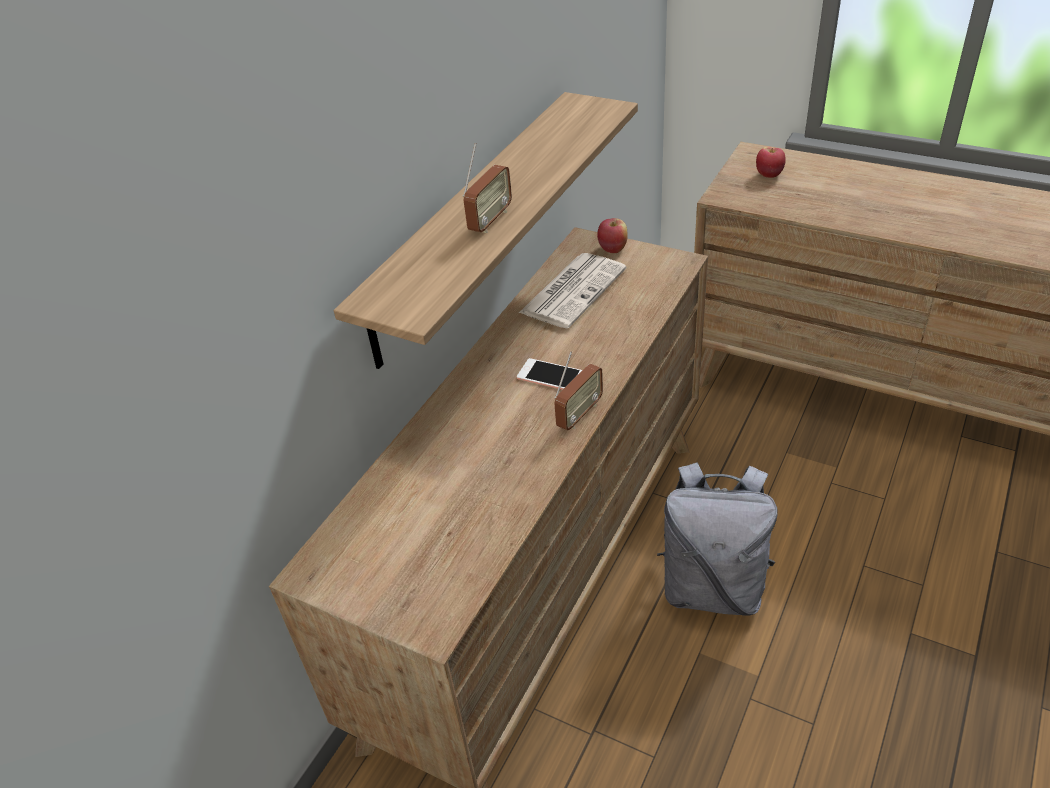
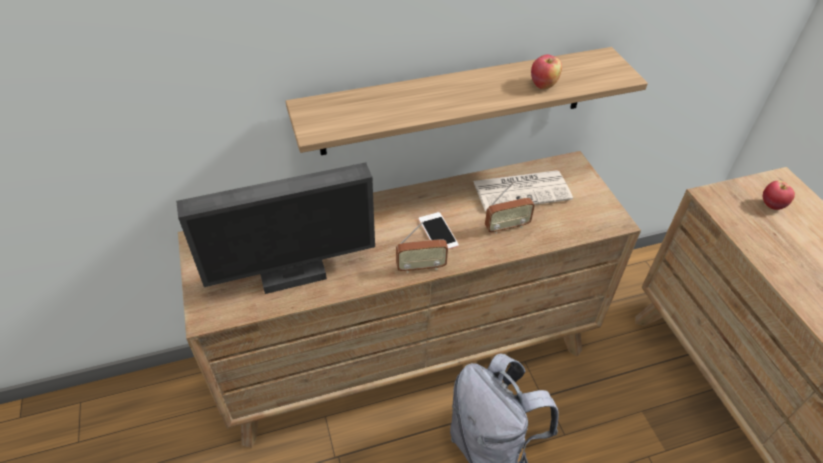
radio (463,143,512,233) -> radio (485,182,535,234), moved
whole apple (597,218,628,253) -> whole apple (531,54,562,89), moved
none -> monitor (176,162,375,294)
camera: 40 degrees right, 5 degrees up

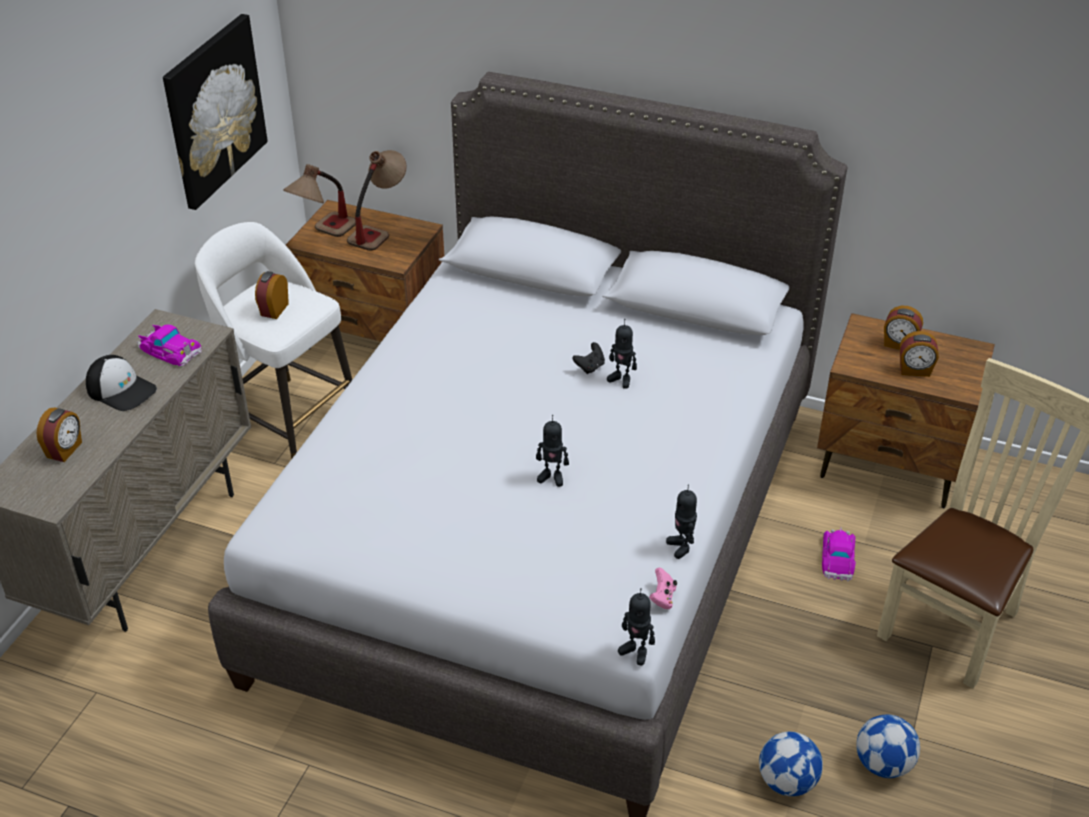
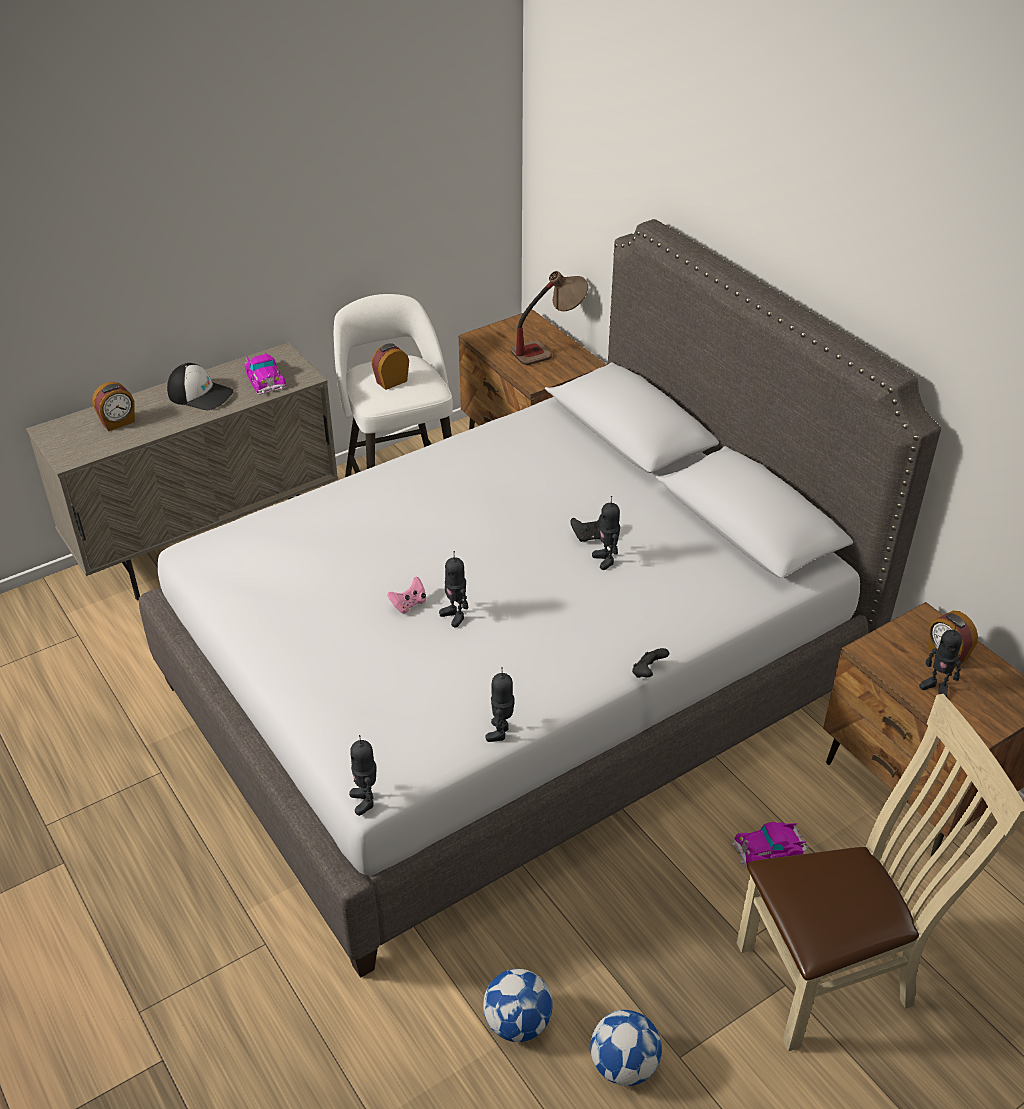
baseball cap (86,355,157,411) -> baseball cap (167,363,234,410), 45 degrees counterclockwise
wall picture (163,14,268,210) -> none
table lamp (283,164,356,237) -> none
pinkish game controller (649,568,677,609) -> pinkish game controller (387,576,426,613), moved
miniature car (822,527,856,582) -> miniature car (731,822,809,868), 150 degrees counterclockwise
table clock (900,331,939,377) -> toy robot (919,624,962,697)
none -> black-coloured game controller (632,648,669,678)
camera: 35 degrees right, 0 degrees up

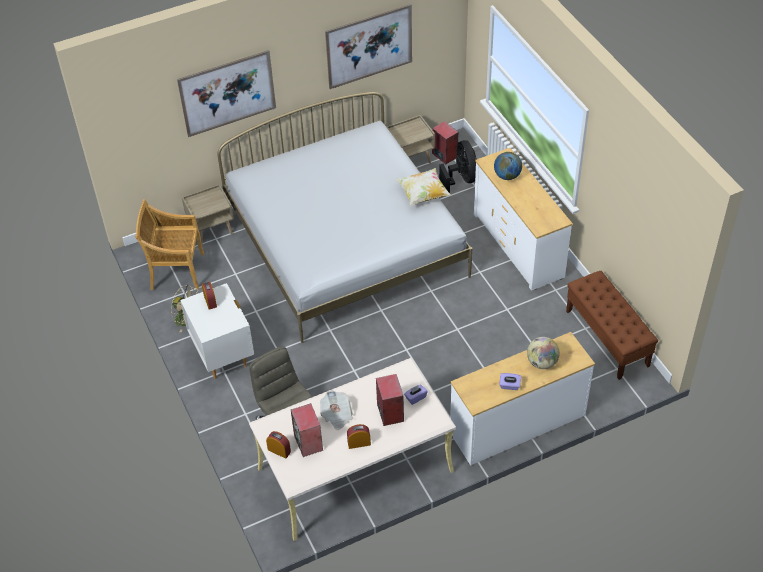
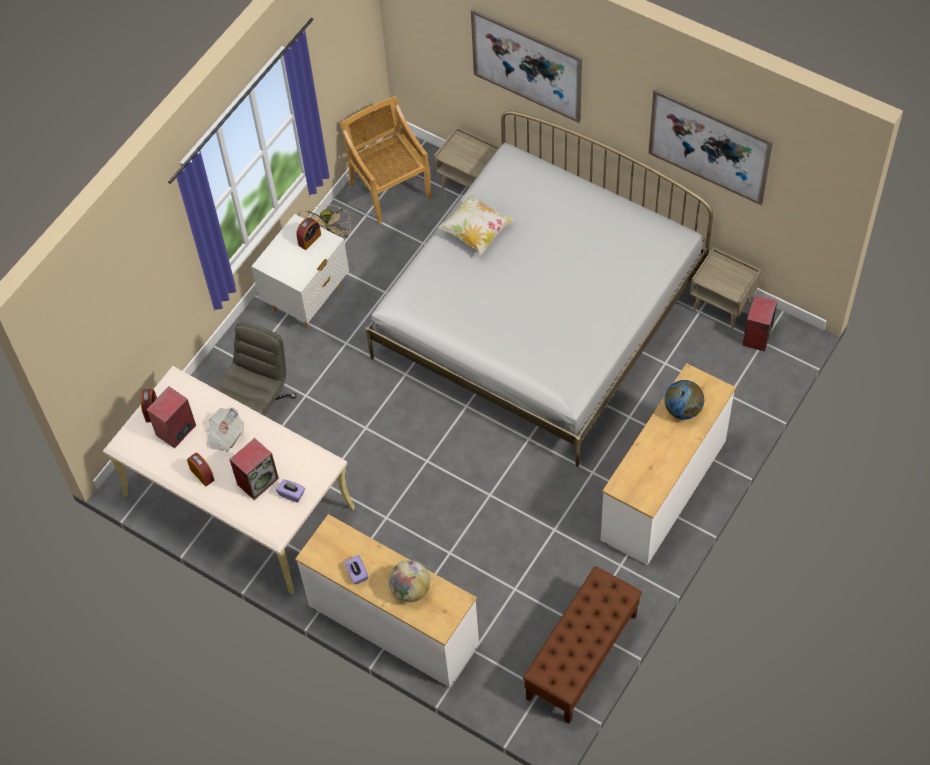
throw pillow (396,168,451,206) -> throw pillow (437,193,515,255), moved
black-coloured fan (439,140,477,193) -> none
camera: 60 degrees right, 10 degrees up

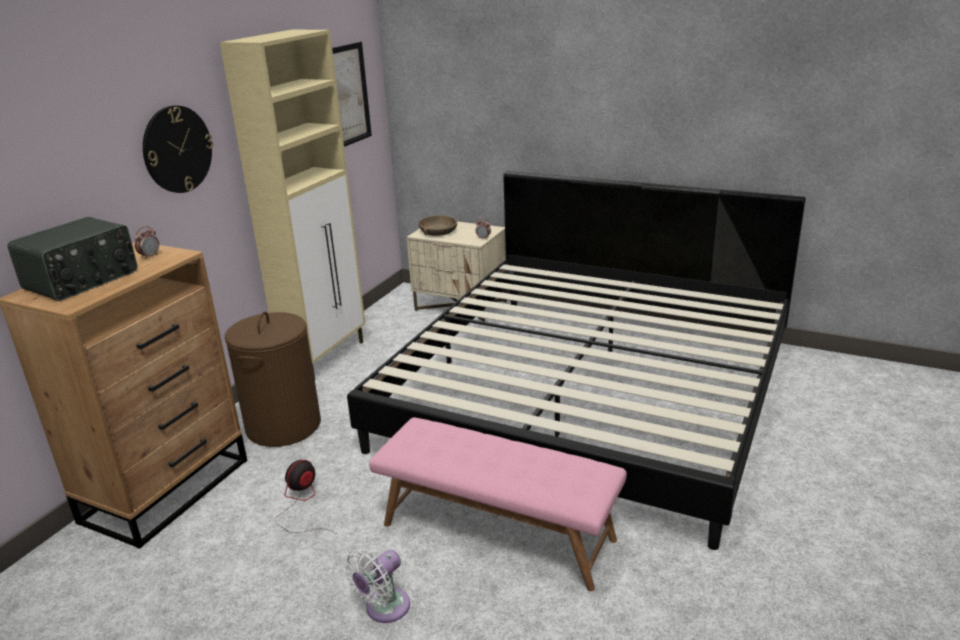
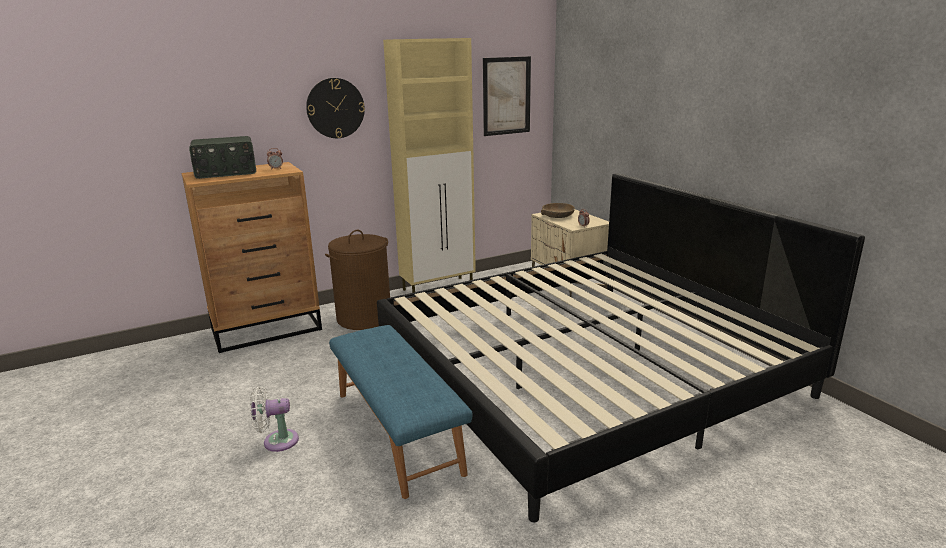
fan (275,460,338,535) -> none
pinkish indoor bench (369,417,627,591) -> blue-coloured indoor bench (329,325,472,499)
camera: 35 degrees right, 5 degrees down

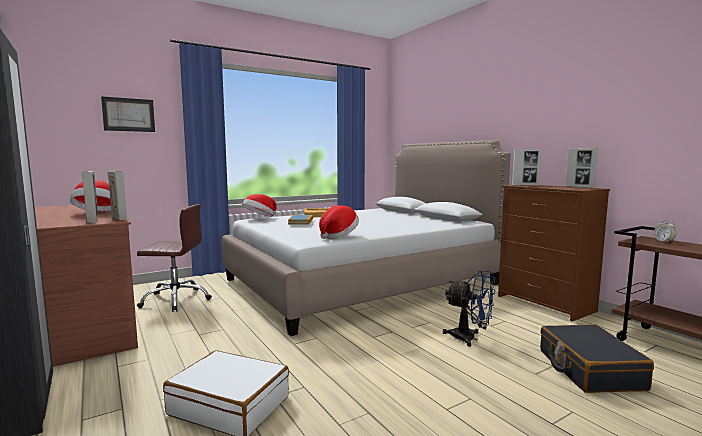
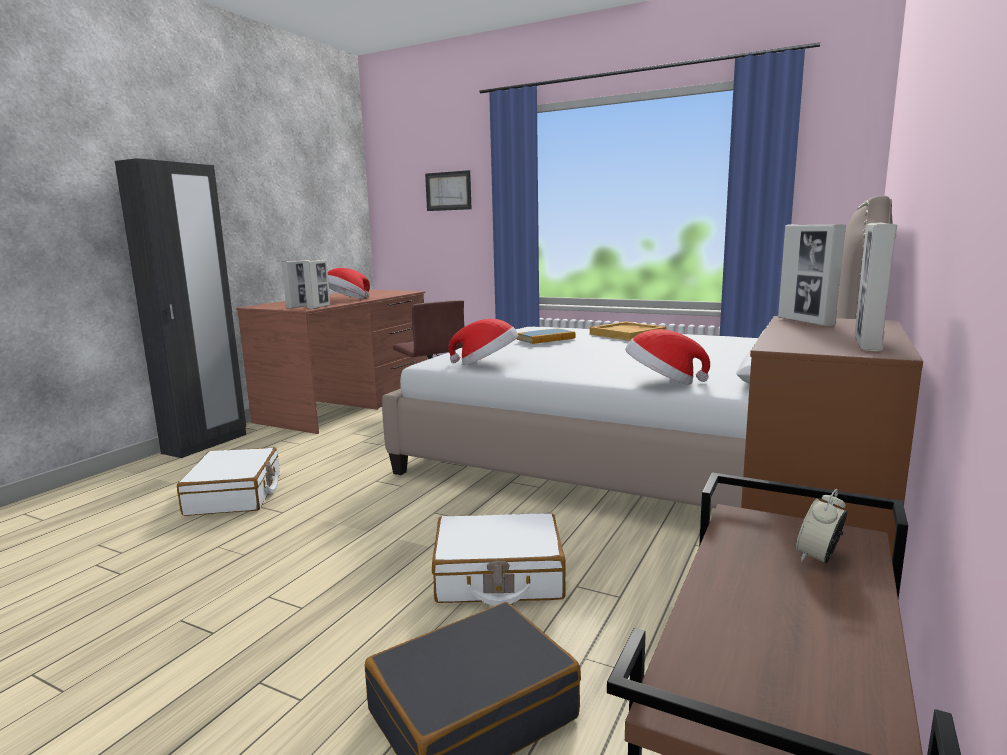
wearable hat (242,194,277,217) -> wearable hat (625,329,710,385), moved
blue-coloured fan (443,270,495,347) -> whitish suitcase (432,513,566,606)
camera: 60 degrees right, 5 degrees up

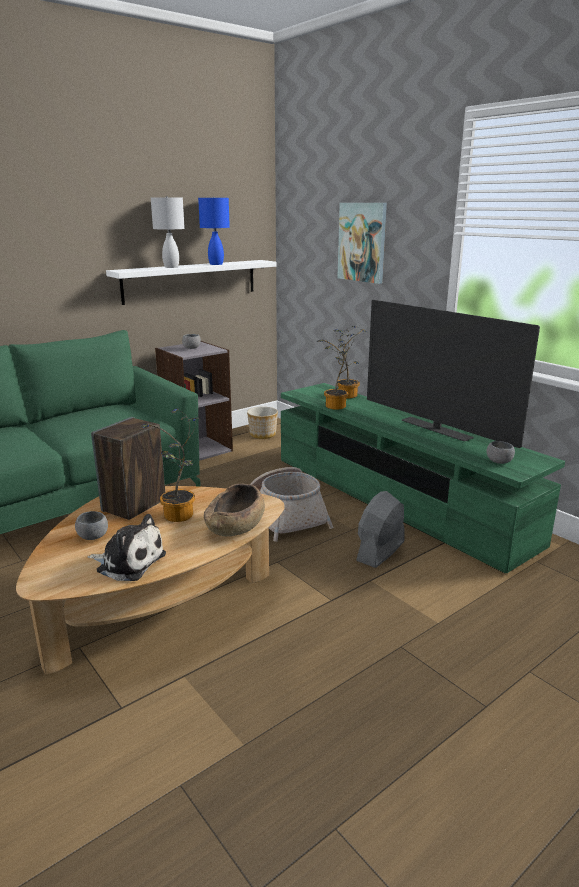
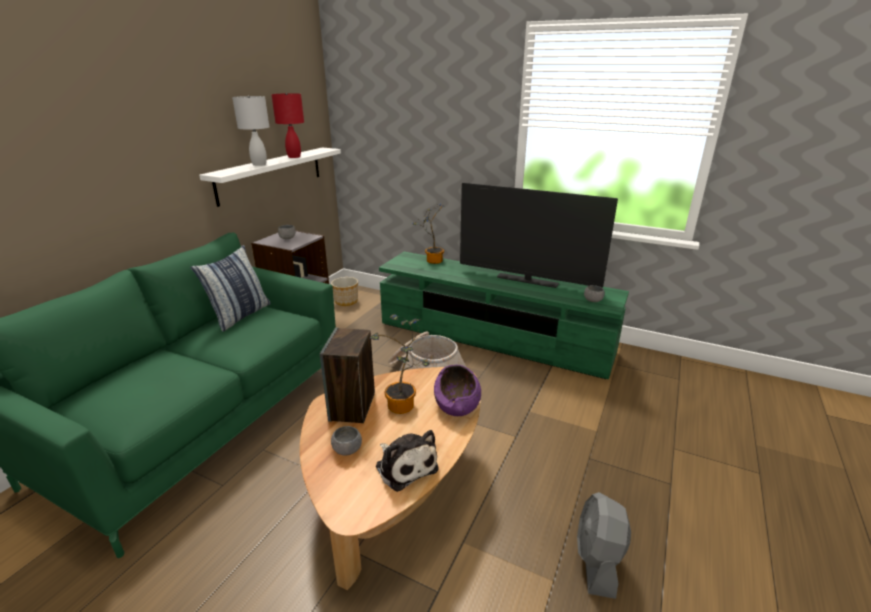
soft toy (87,514,166,581) -> soft toy (376,430,439,492), 60 degrees clockwise
blue-coloured table lamp (198,197,230,265) -> red table lamp (271,93,304,158)
brown-coloured serving bowl (204,484,265,536) -> purple-coloured serving bowl (434,365,481,416)
plant in a pot (317,329,360,410) -> none
wall picture (337,203,387,284) -> none
gray fan (356,491,405,568) -> gray fan (577,492,631,599), moved
none -> throw pillow (190,245,271,332)
camera: 25 degrees left, 5 degrees up

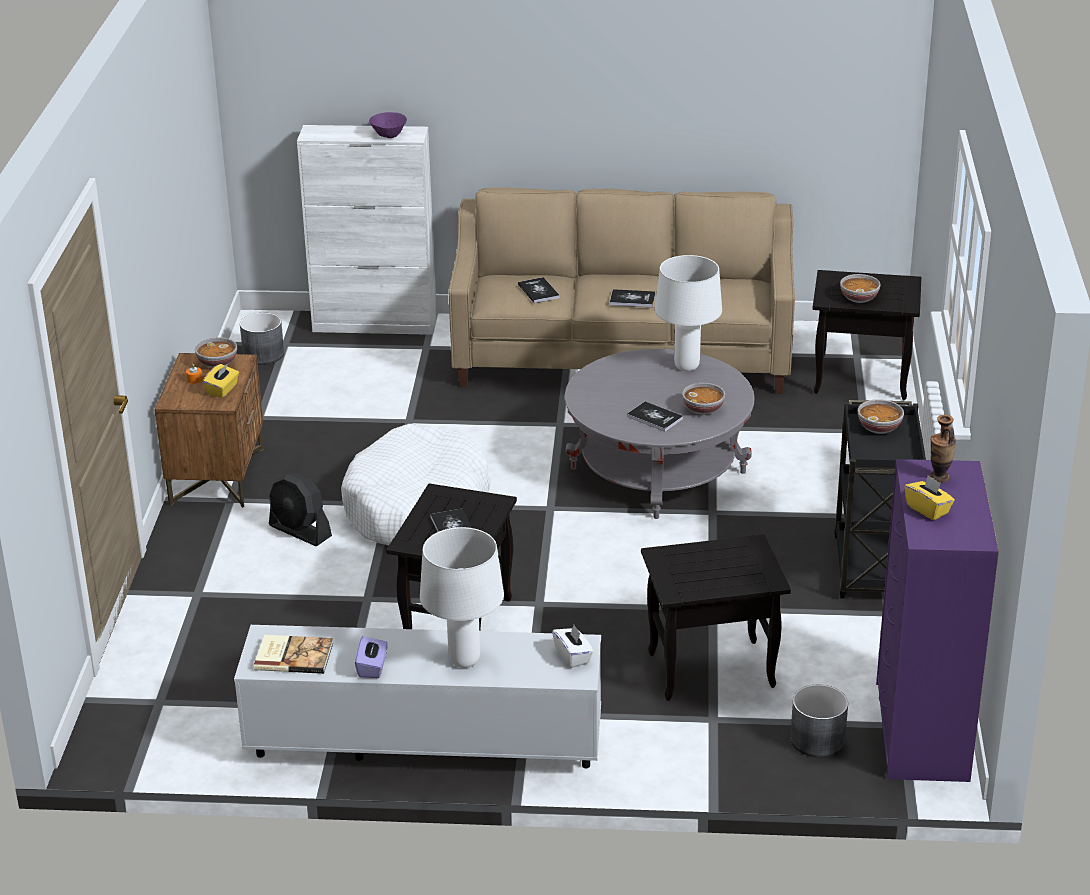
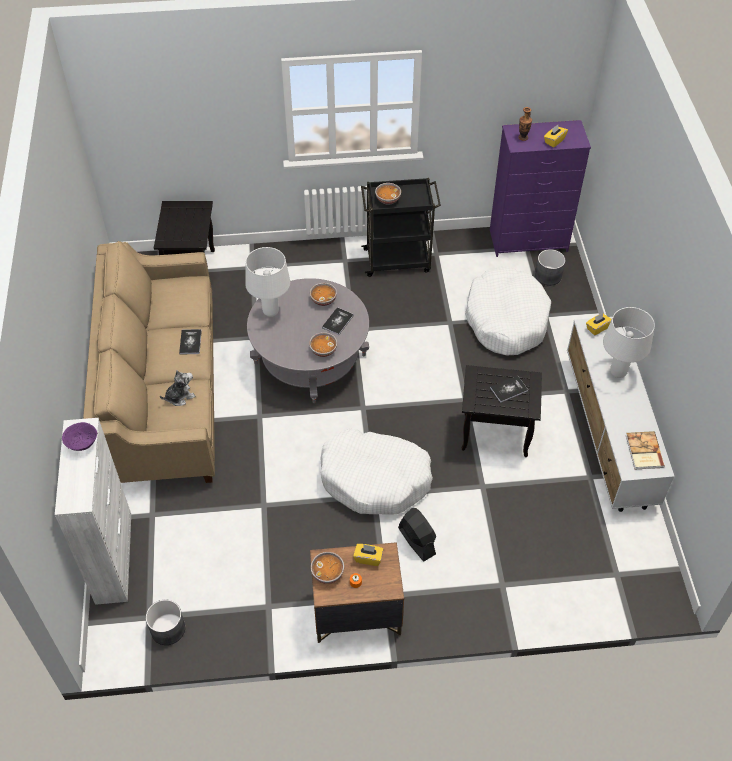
black-coloured fan (269,474,332,546) -> black-coloured fan (398,508,436,561), 60 degrees counterclockwise
purple-coloured box of tissues (355,636,388,678) -> none
book (518,277,560,303) -> soft toy (160,370,196,406)
whitish box of tissues (552,625,594,668) -> yellowish box of tissues (586,313,612,335)
black-coloured end table (641,534,791,701) -> whitish pet bed (465,266,551,355)
serving bowl (840,274,881,303) -> serving bowl (309,332,337,357), moved
camera: 100 degrees left, 20 degrees up

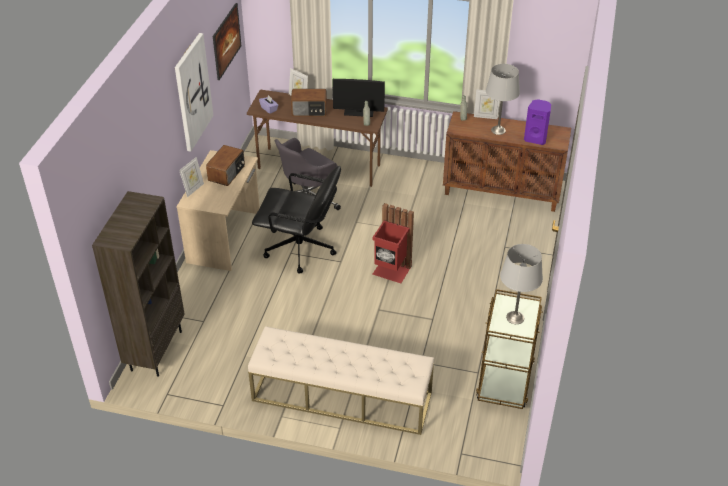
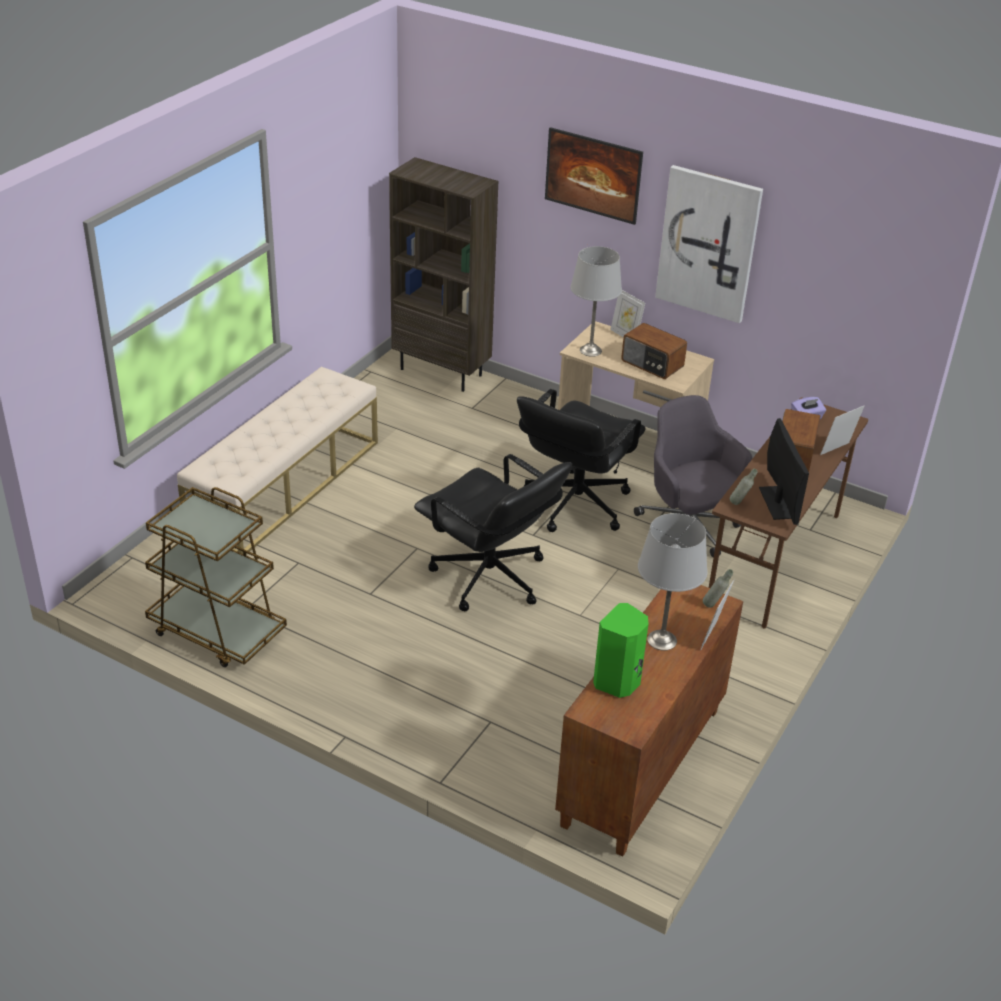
wall picture (213,3,241,80) -> wall picture (545,127,643,225), moved
monitor (332,79,385,117) -> monitor (759,418,809,525), 150 degrees clockwise
red waste bin (373,203,414,283) -> black-coloured computer chair (414,454,572,611)
gray table lamp (500,244,543,324) -> gray table lamp (570,246,622,357), moved
purple-coloured speaker (524,99,551,145) -> greenish speaker (593,603,648,698)
camera: 105 degrees right, 5 degrees down

